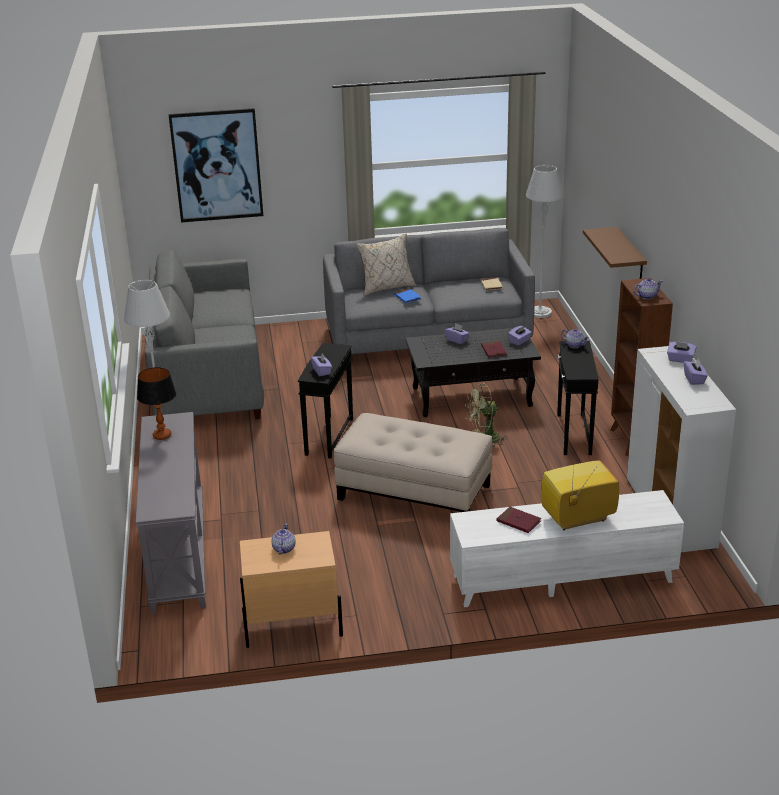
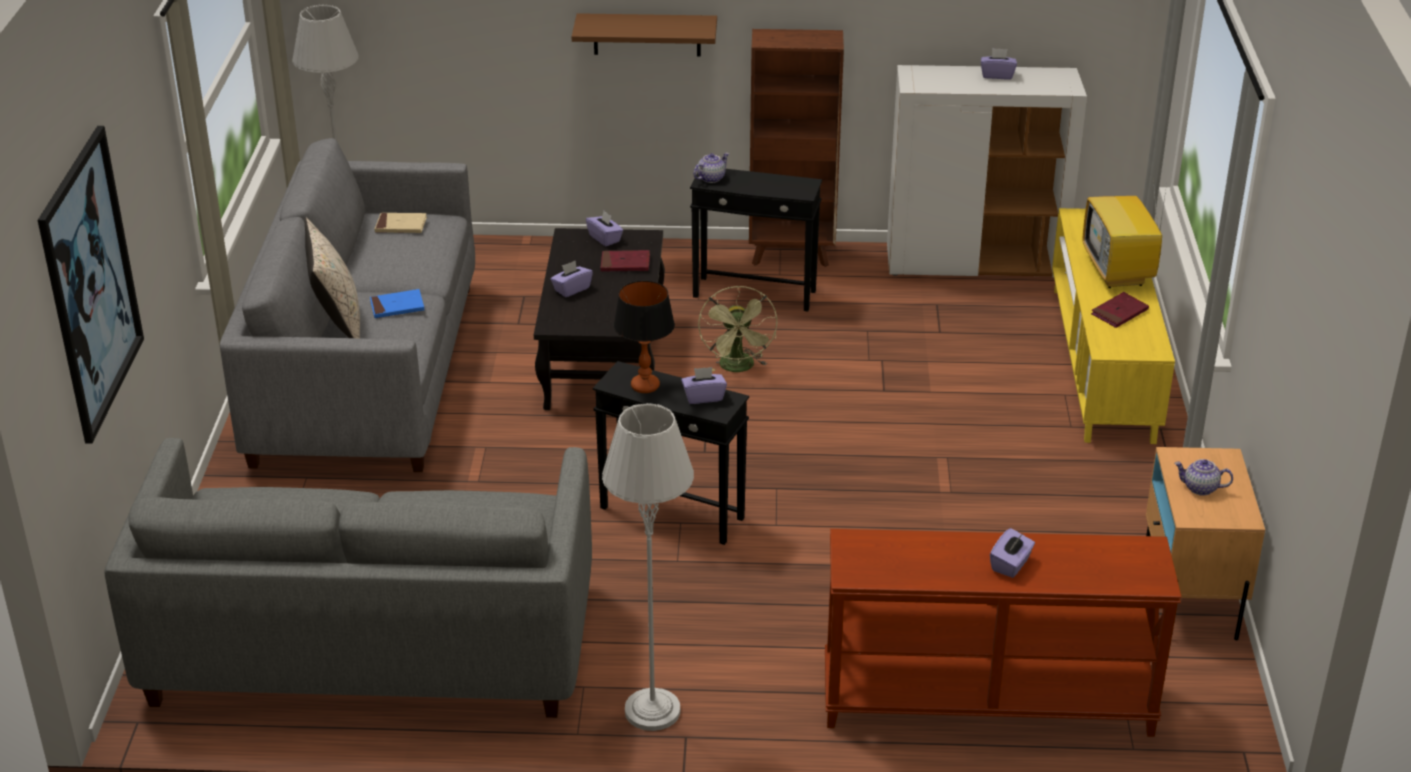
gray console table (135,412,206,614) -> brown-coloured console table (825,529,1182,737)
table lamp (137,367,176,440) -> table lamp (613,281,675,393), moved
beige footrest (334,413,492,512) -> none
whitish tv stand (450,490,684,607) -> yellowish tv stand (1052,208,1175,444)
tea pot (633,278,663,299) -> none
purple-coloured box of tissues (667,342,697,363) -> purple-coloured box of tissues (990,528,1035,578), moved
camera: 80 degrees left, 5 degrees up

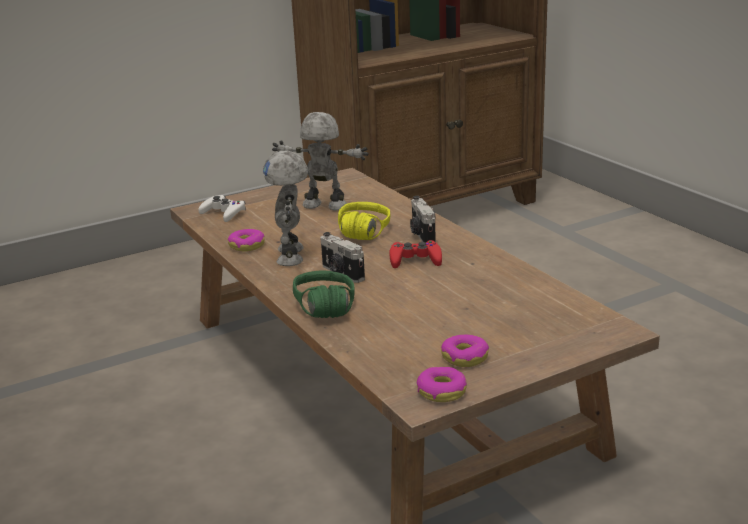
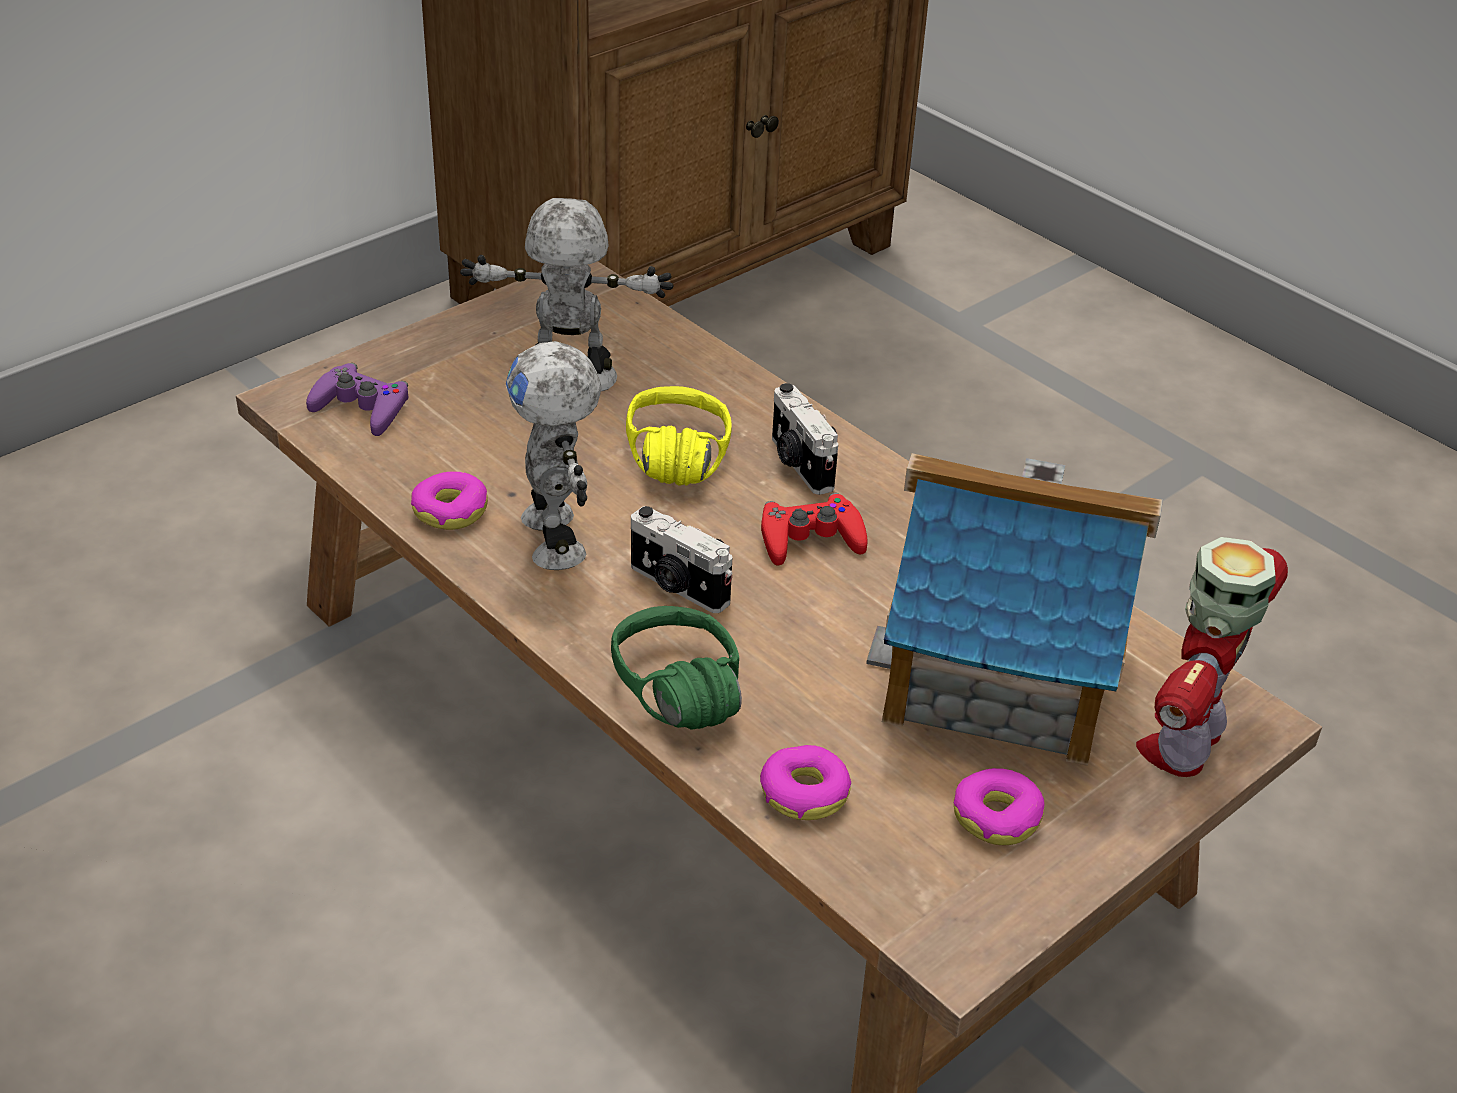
whitish game controller (198,195,246,222) -> purple-coloured game controller (306,363,408,436)
ring doughnut (417,367,467,402) -> ring doughnut (760,745,851,820), moved
none -> toy house (866,453,1163,766)
none -> toy robot (1136,537,1288,777)
camera: 15 degrees left, 15 degrees up

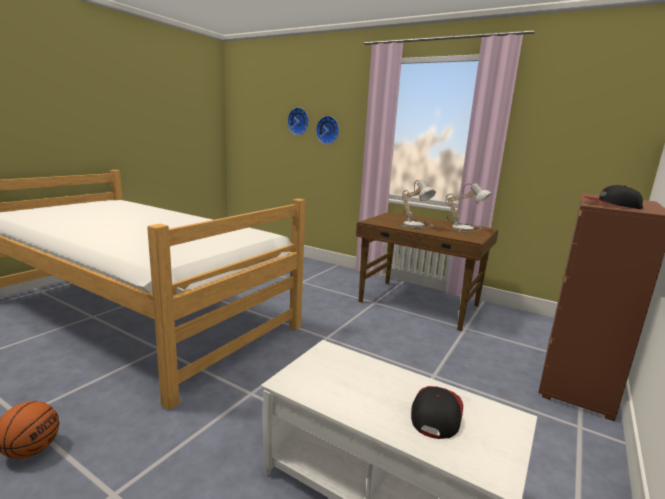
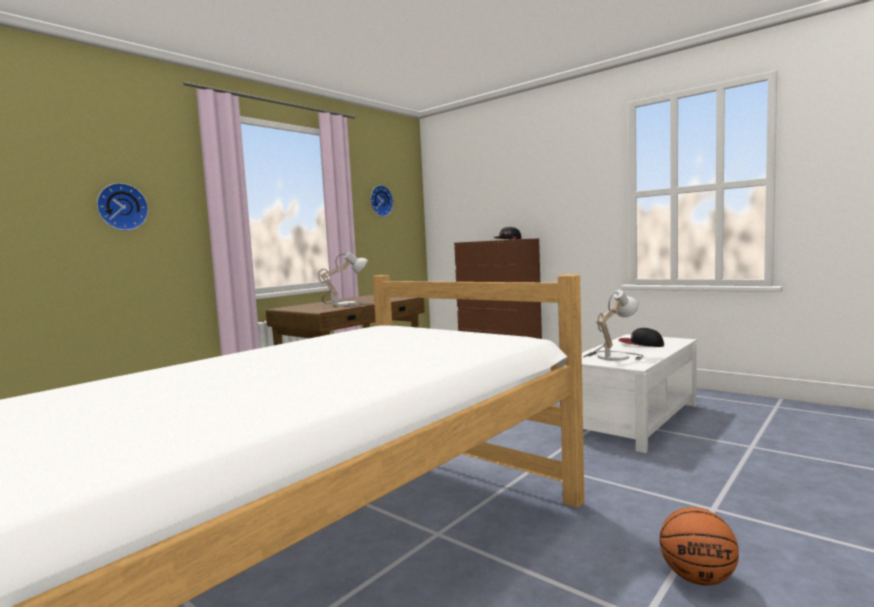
wall clock (287,108,309,135) -> wall clock (370,185,393,217), moved
table lamp (446,183,492,233) -> table lamp (583,289,644,361), moved
camera: 80 degrees left, 10 degrees down

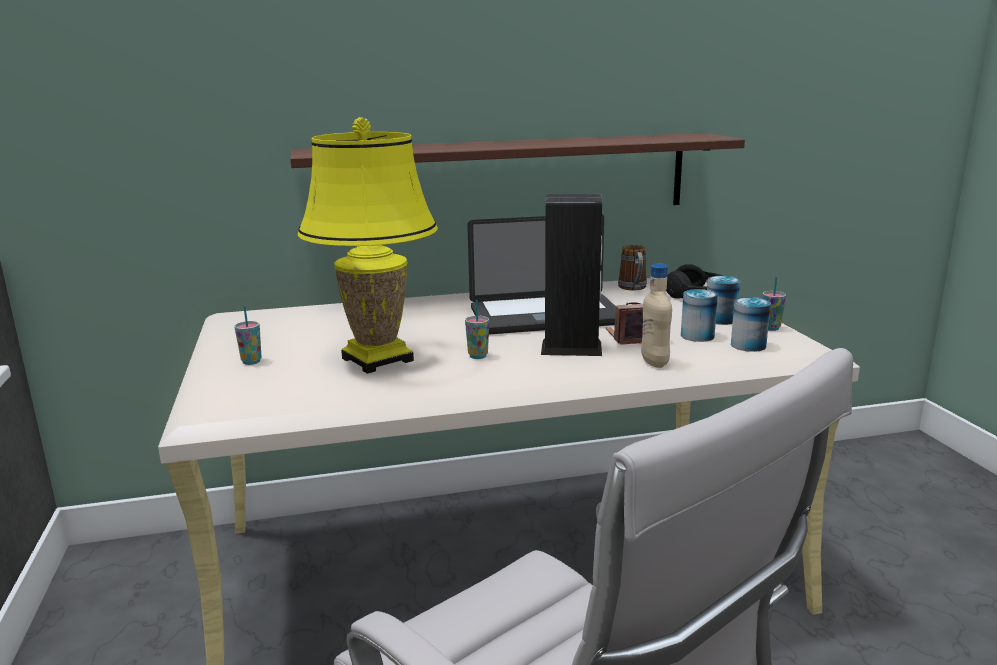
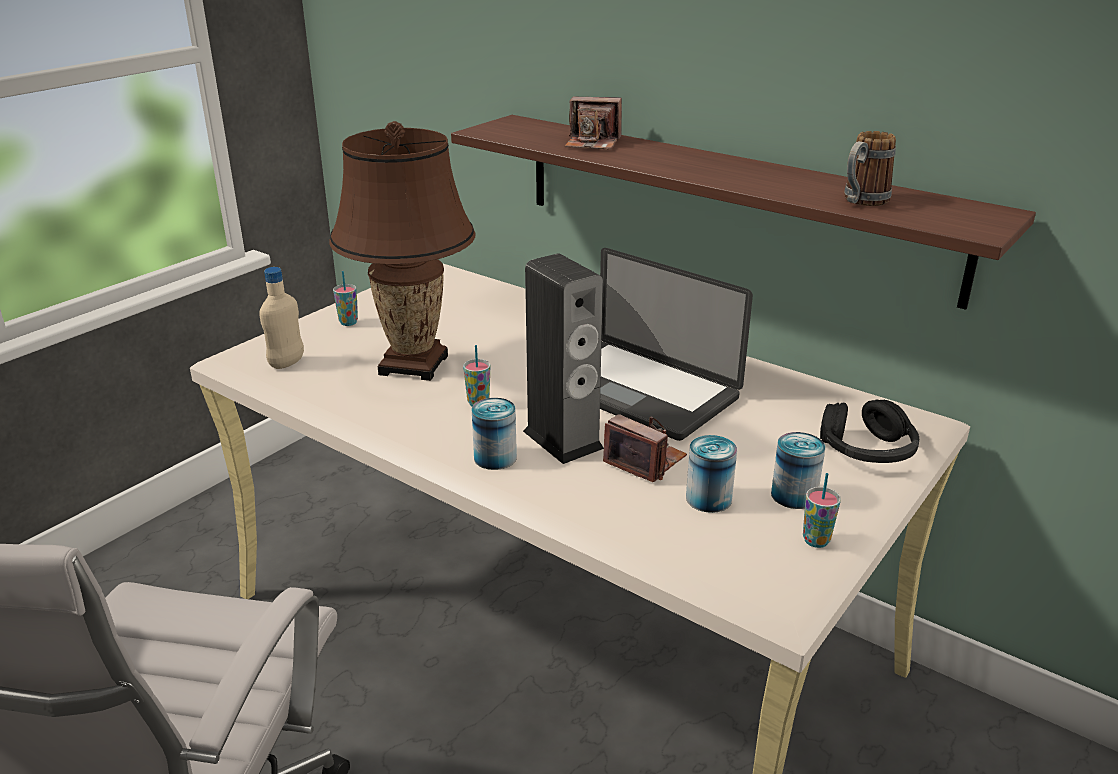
yellowish table lamp (298,117,438,374) -> brown-coloured table lamp (329,121,476,381)
coffee mug (618,245,647,290) -> coffee mug (844,131,896,206), moved
beige bottle (641,264,672,368) -> beige bottle (259,267,304,369), moved
metal can (731,297,771,352) -> metal can (472,398,517,470), moved
none -> photo camera (565,96,622,150)
camera: 50 degrees right, 10 degrees up

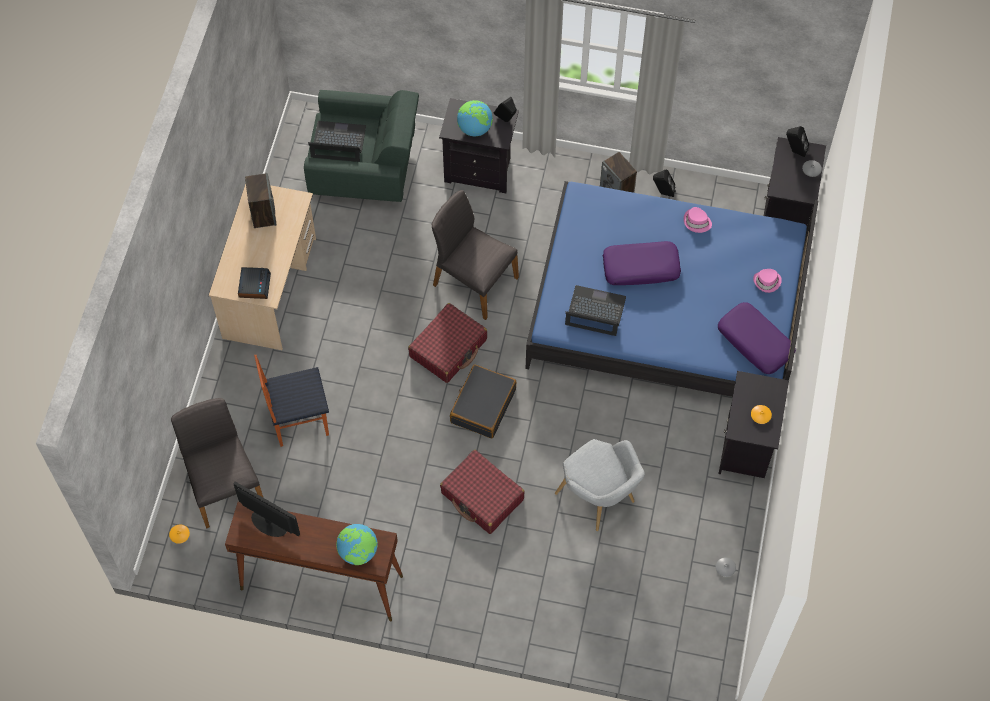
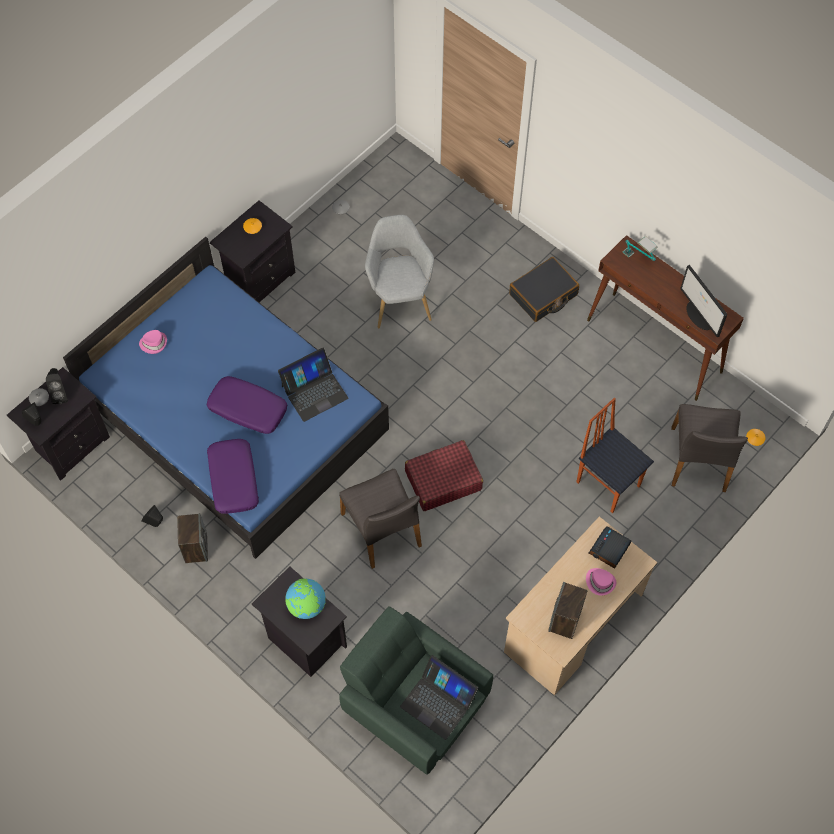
chair (254,355,329,447) -> chair (576,398,654,513), 150 degrees counterclockwise
desk globe (336,524,378,565) -> table lamp (622,236,658,261)
red suitcase (440,450,525,534) -> none
black-coloured suitcase (450,364,516,439) -> black-coloured suitcase (509,257,579,322), moved
black-coloured speaker (493,97,517,122) -> black-coloured speaker (46,368,68,404), moved
laptop (565,285,626,336) -> laptop (278,347,349,422), 75 degrees counterclockwise
pinkish wearable hat (684,207,712,233) -> pinkish wearable hat (586,568,616,595), moved
purple-coloured throw pillow (718,302,796,374) -> purple-coloured throw pillow (207,439,259,514), moved
camera: 150 degrees left, 0 degrees up

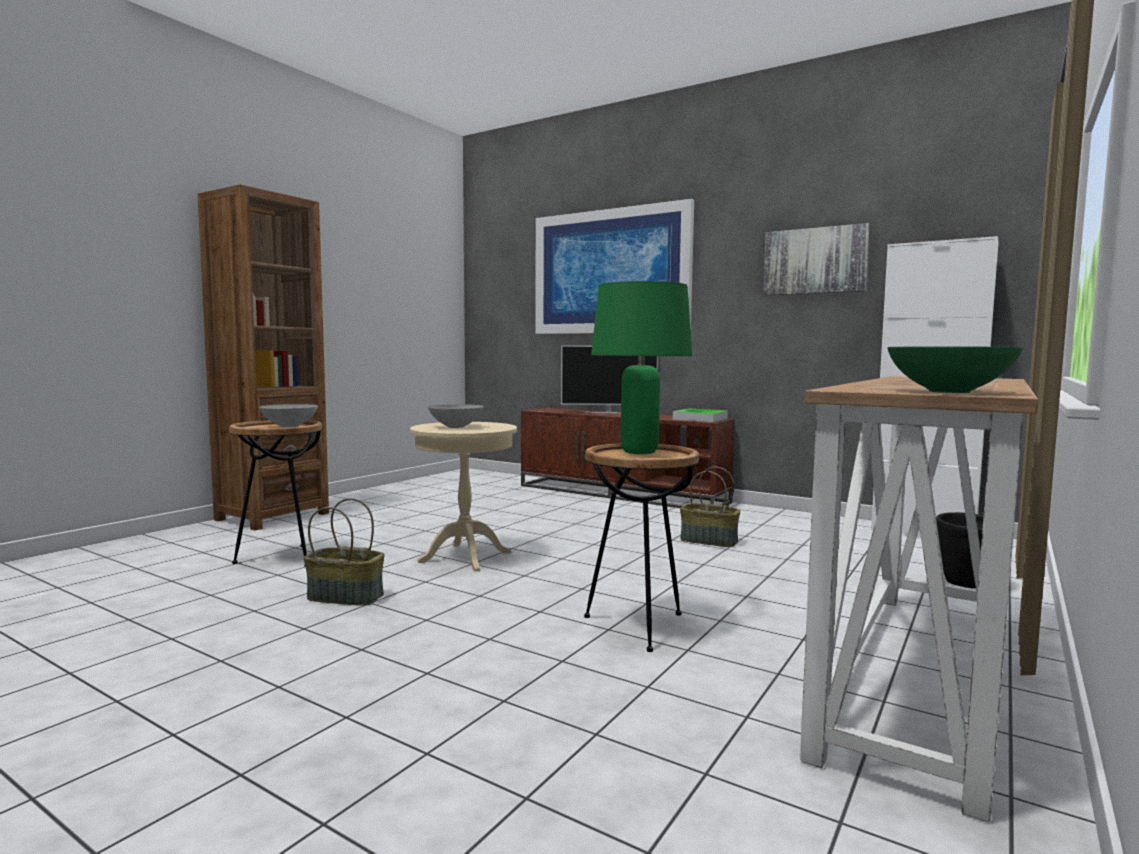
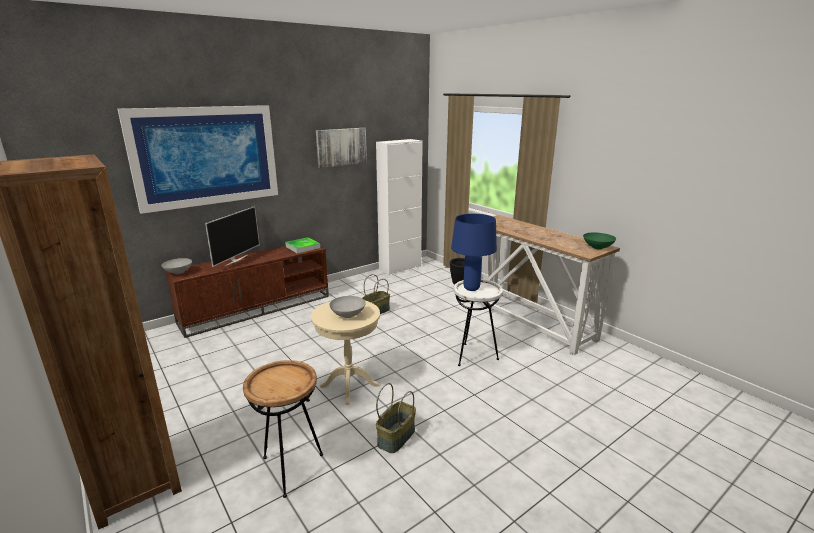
gray serving bowl (259,404,318,428) -> gray serving bowl (161,258,192,274), moved
brown-coloured end table (584,443,699,652) -> whitish end table (454,279,503,366)
greenish table lamp (591,281,692,454) -> blue-coloured table lamp (451,214,497,291)
camera: 70 degrees left, 15 degrees up

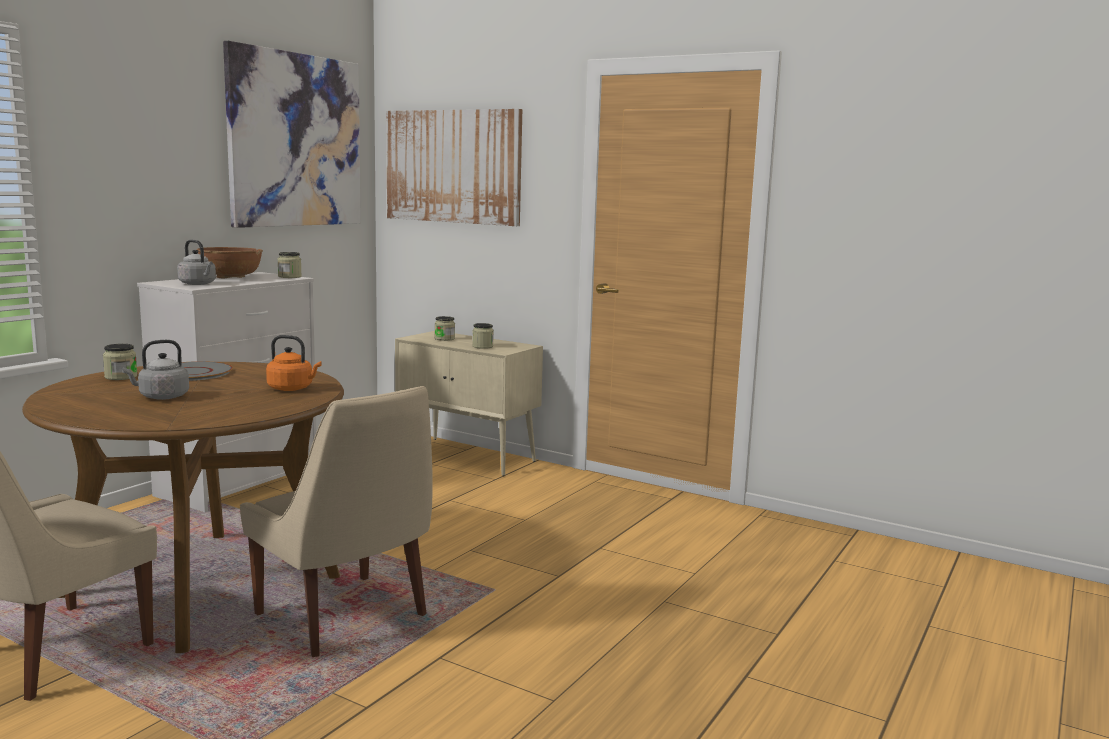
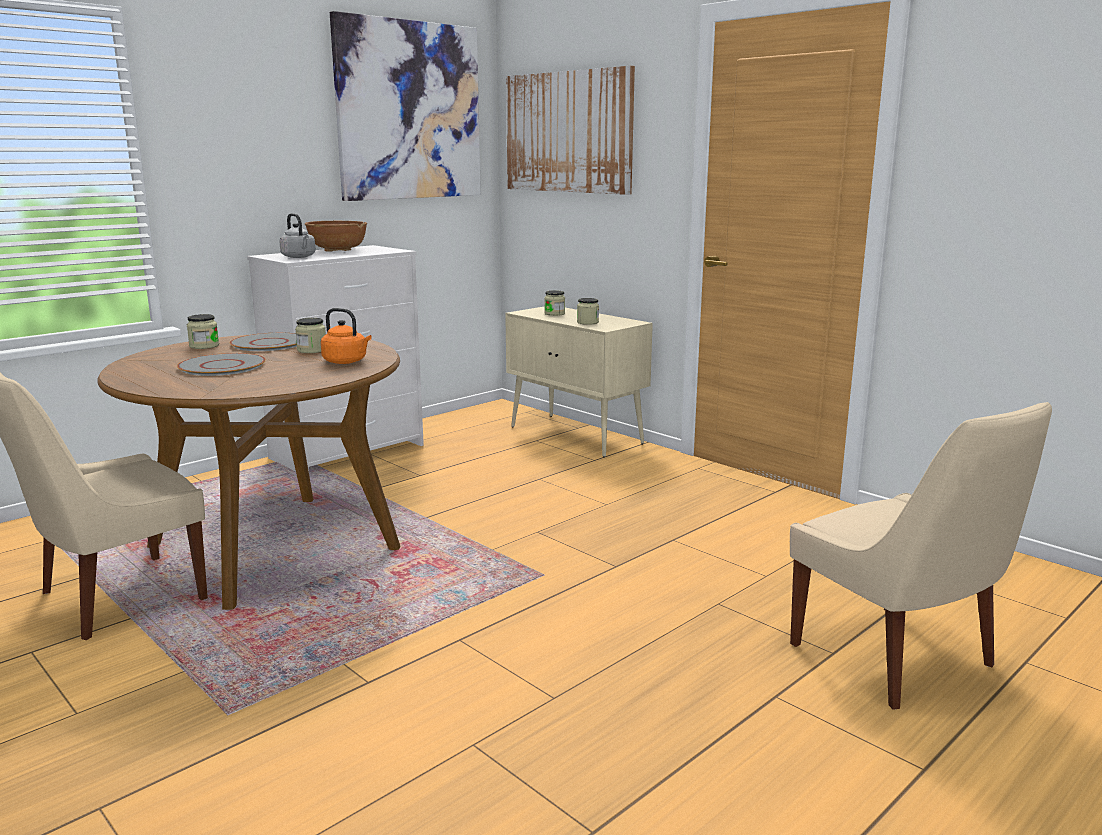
gray kettle (122,340,189,400) -> gray flat dish (177,353,266,376)
beige chair (240,386,433,657) -> beige chair (790,402,1052,710), moved
storage jar (277,252,302,278) -> storage jar (295,318,326,353), moved
camera: 15 degrees right, 5 degrees up

